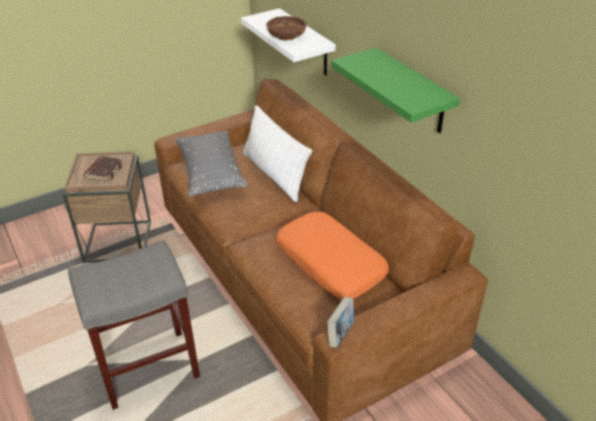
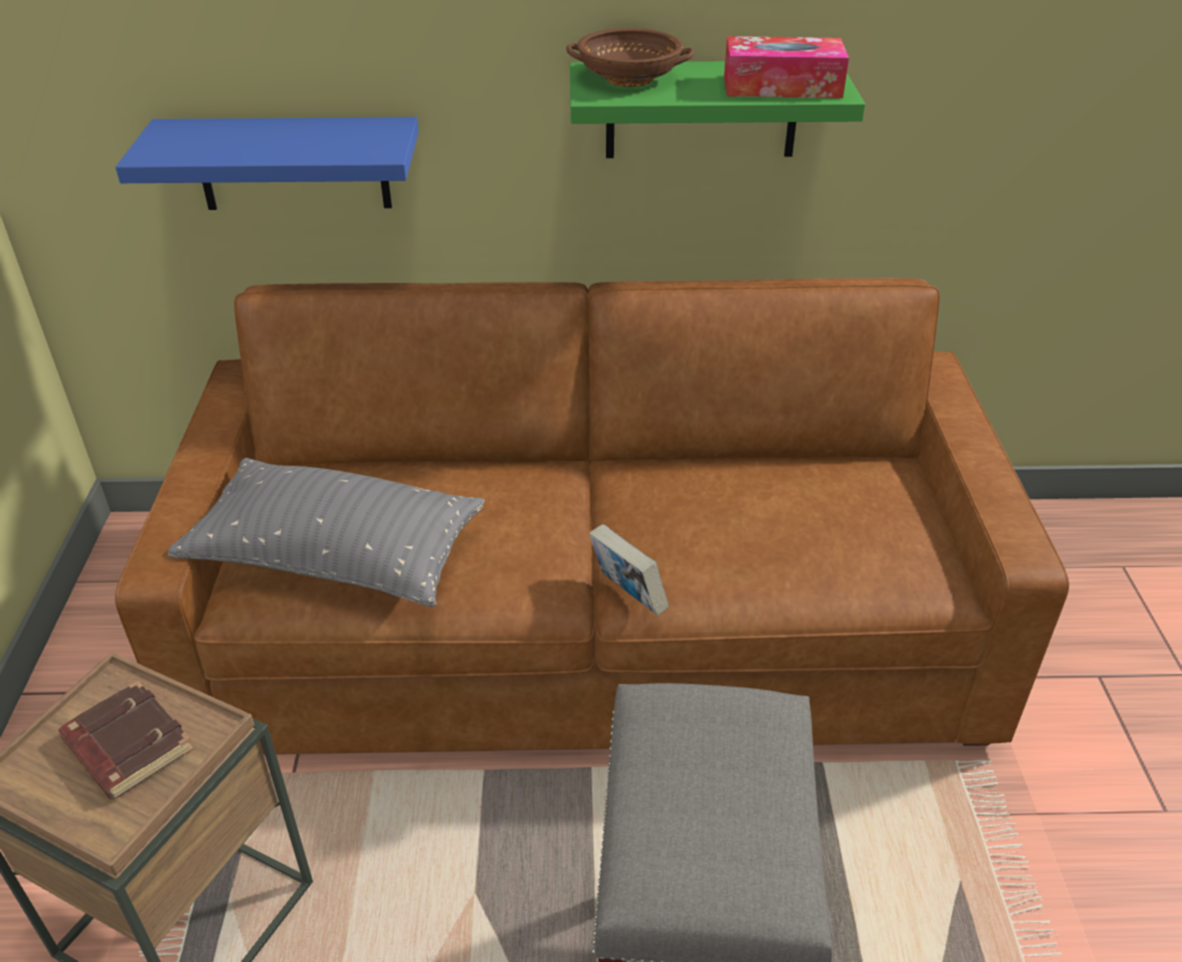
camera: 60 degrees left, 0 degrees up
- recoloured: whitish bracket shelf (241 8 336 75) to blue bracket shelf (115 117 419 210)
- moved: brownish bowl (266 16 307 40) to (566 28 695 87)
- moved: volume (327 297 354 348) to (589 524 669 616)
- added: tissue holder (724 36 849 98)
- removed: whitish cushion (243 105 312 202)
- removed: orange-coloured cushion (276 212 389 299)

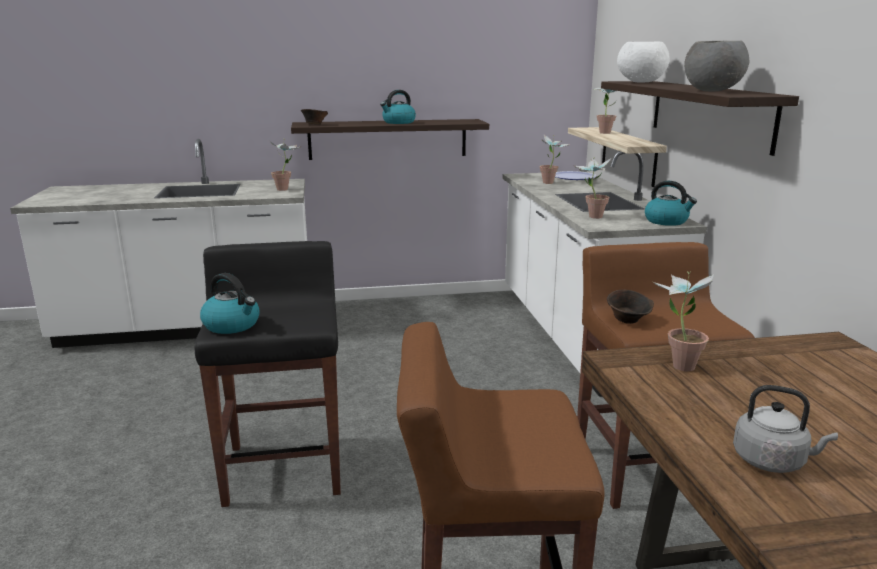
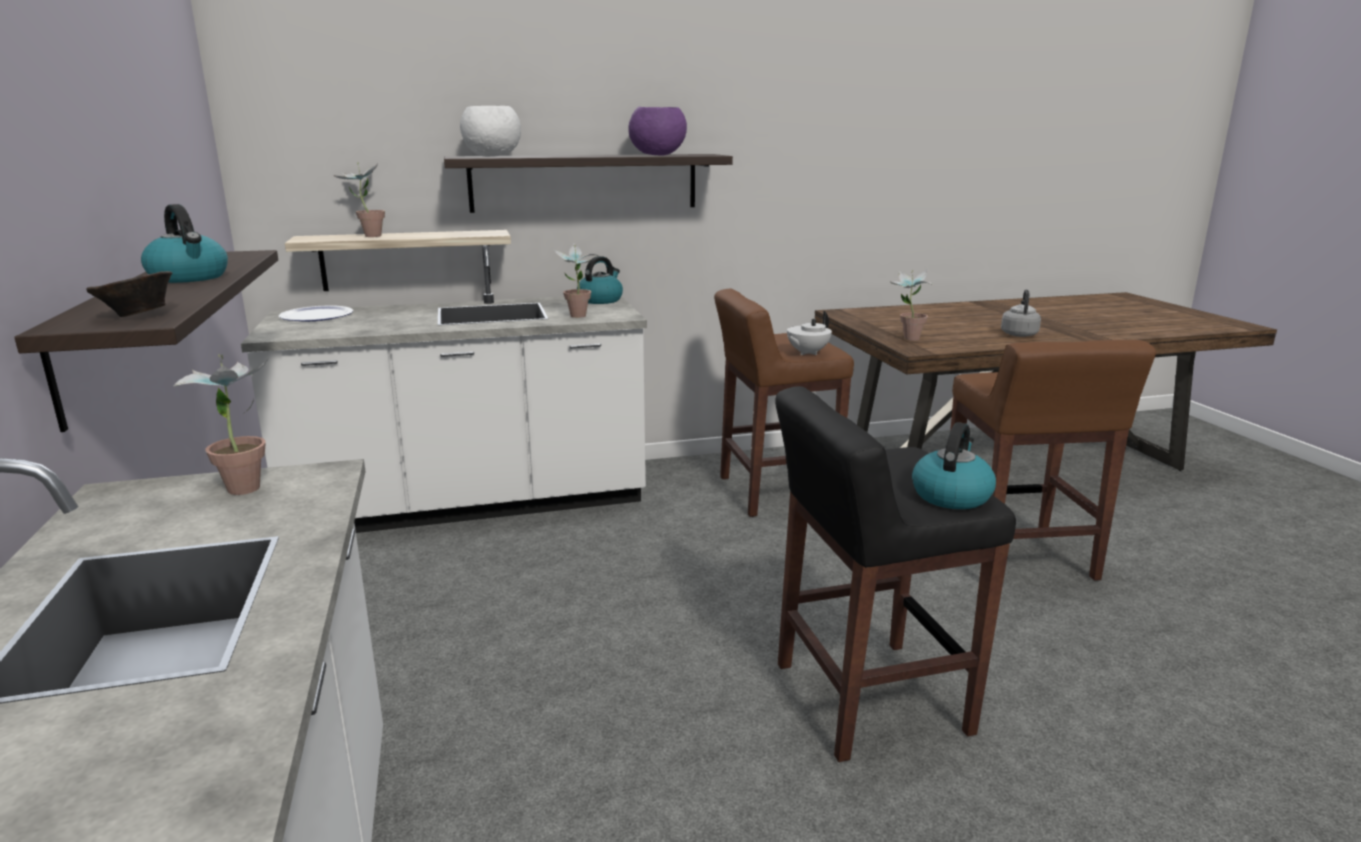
camera: 95 degrees left, 0 degrees up
- recoloured: gray bowl (684 41 749 91) to purple-coloured bowl (628 107 687 155)
- replaced: brownish bowl (607 290 654 324) to whitish teapot (787 311 832 355)
- removed: potted plant (539 135 570 184)

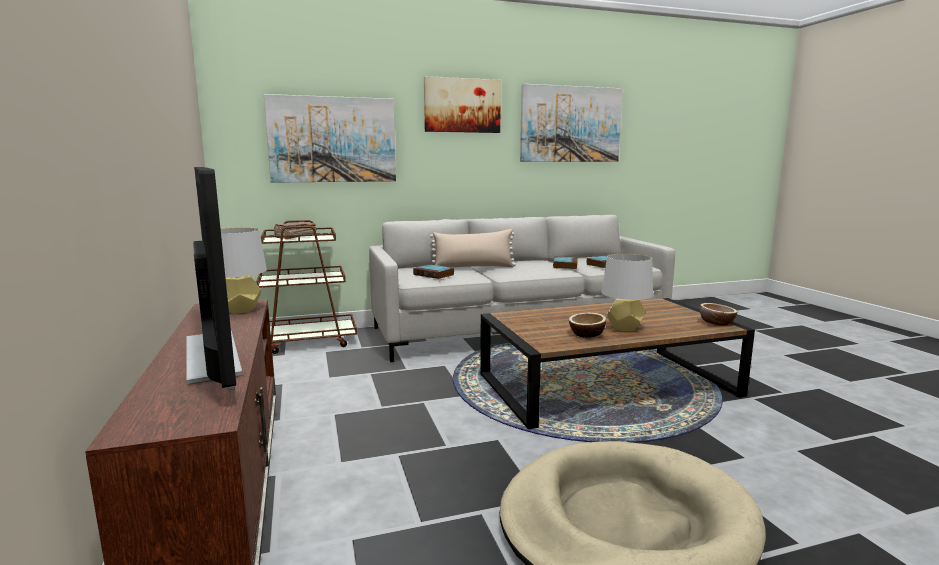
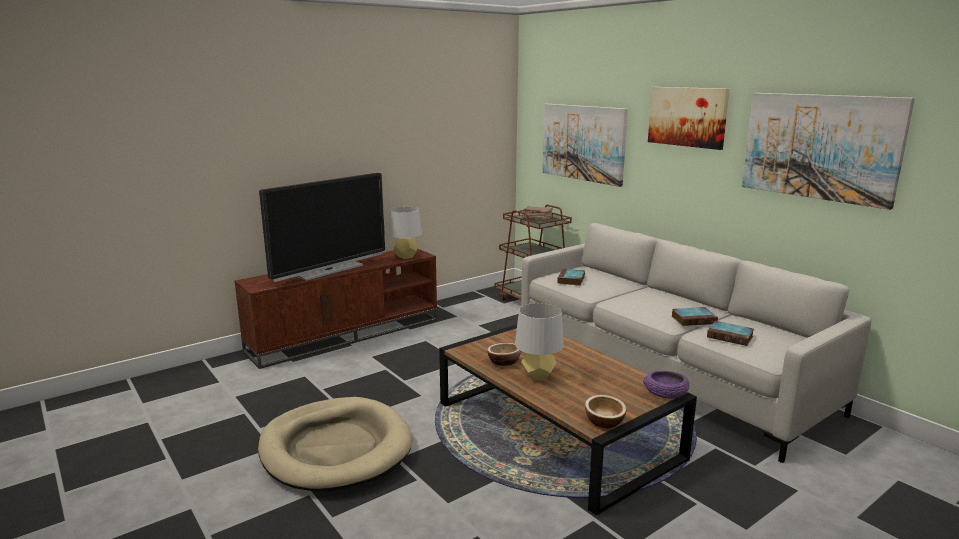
camera: 70 degrees right, 5 degrees up
- added: purple-coloured bowl (643 371 690 398)
- removed: beige-coloured cushion (430 229 516 267)

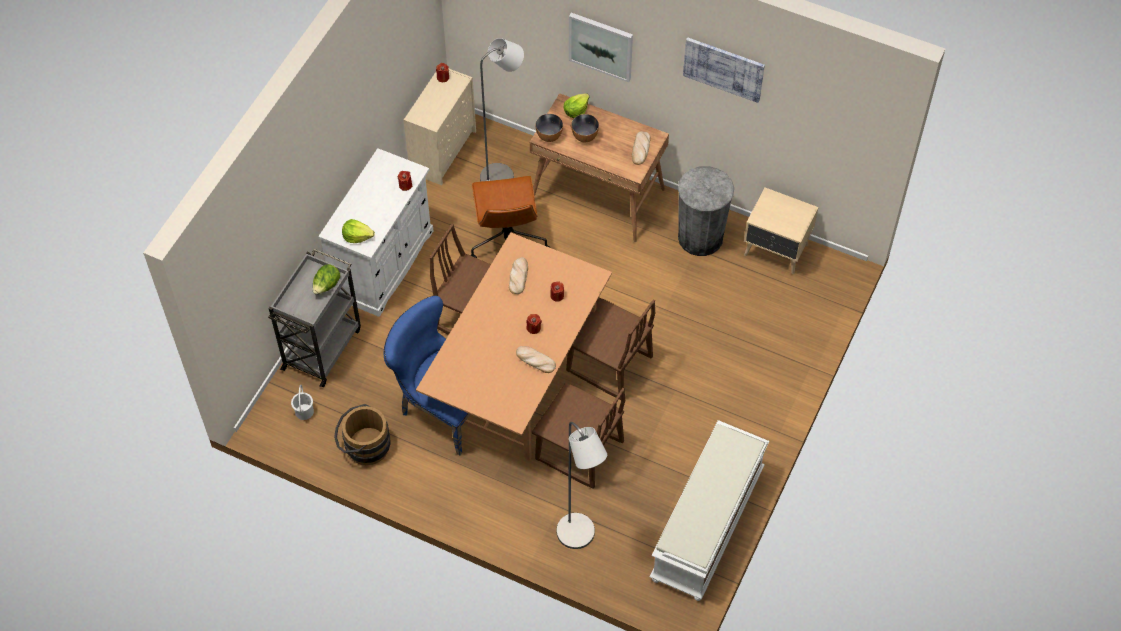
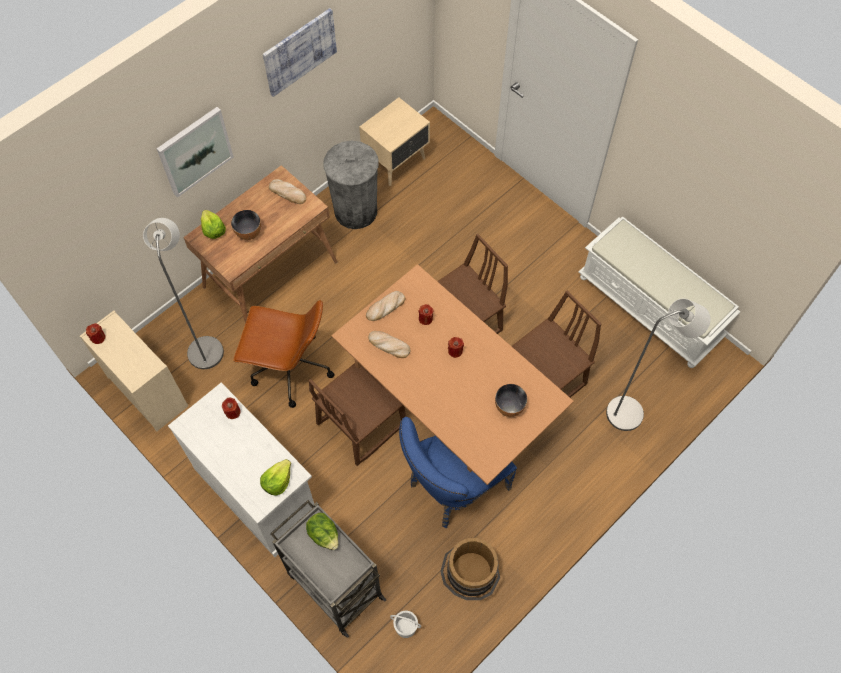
camera: 70 degrees left, 5 degrees up
- moved: baked bread (516 346 556 373) to (366 291 405 321)
- moved: bowl (535 114 563 142) to (495 384 528 417)

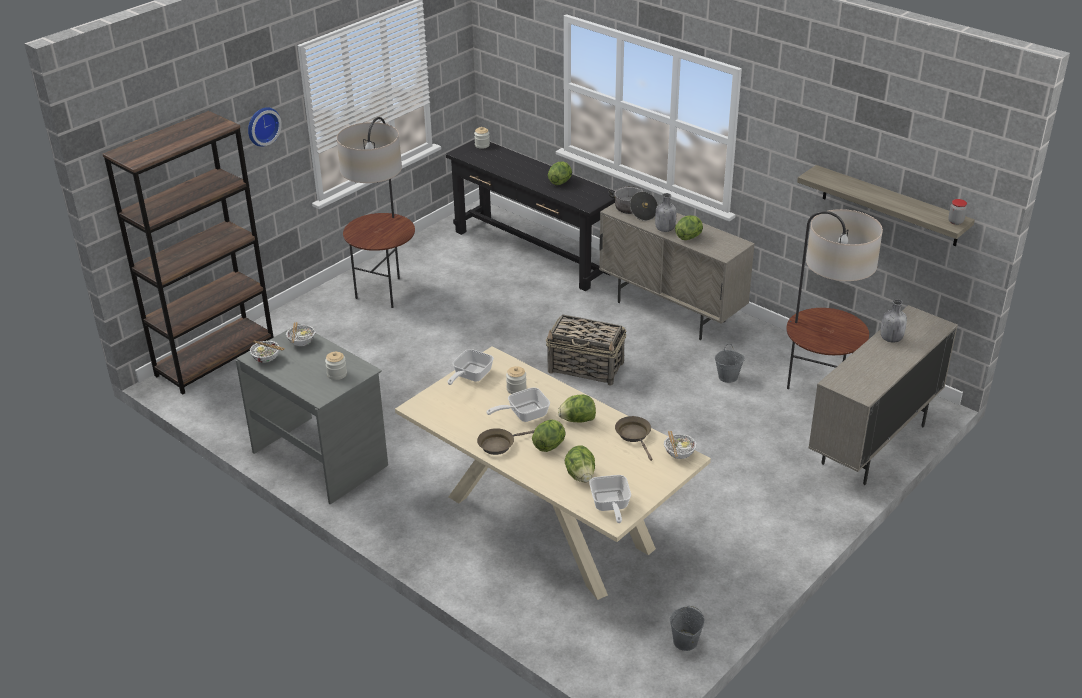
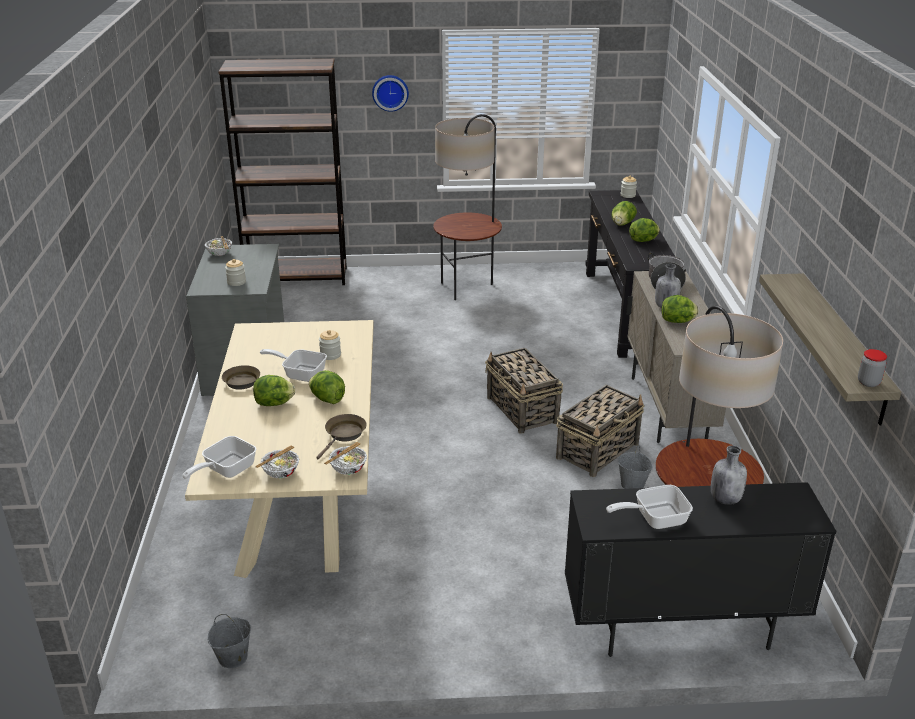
camera: 45 degrees right, 5 degrees down
- moved: bowl (286 322 316 346) to (255 445 299 478)
- added: storage basket (556 385 644 477)
- recoloured: beige-coloured storage cabinet (808 305 958 485) to black-coloured storage cabinet (565 482 836 657)
- moved: skillet (448 349 494 385) to (606 485 693 529)
- moved: head of lettuce (565 445 595 483) to (611 201 637 226)

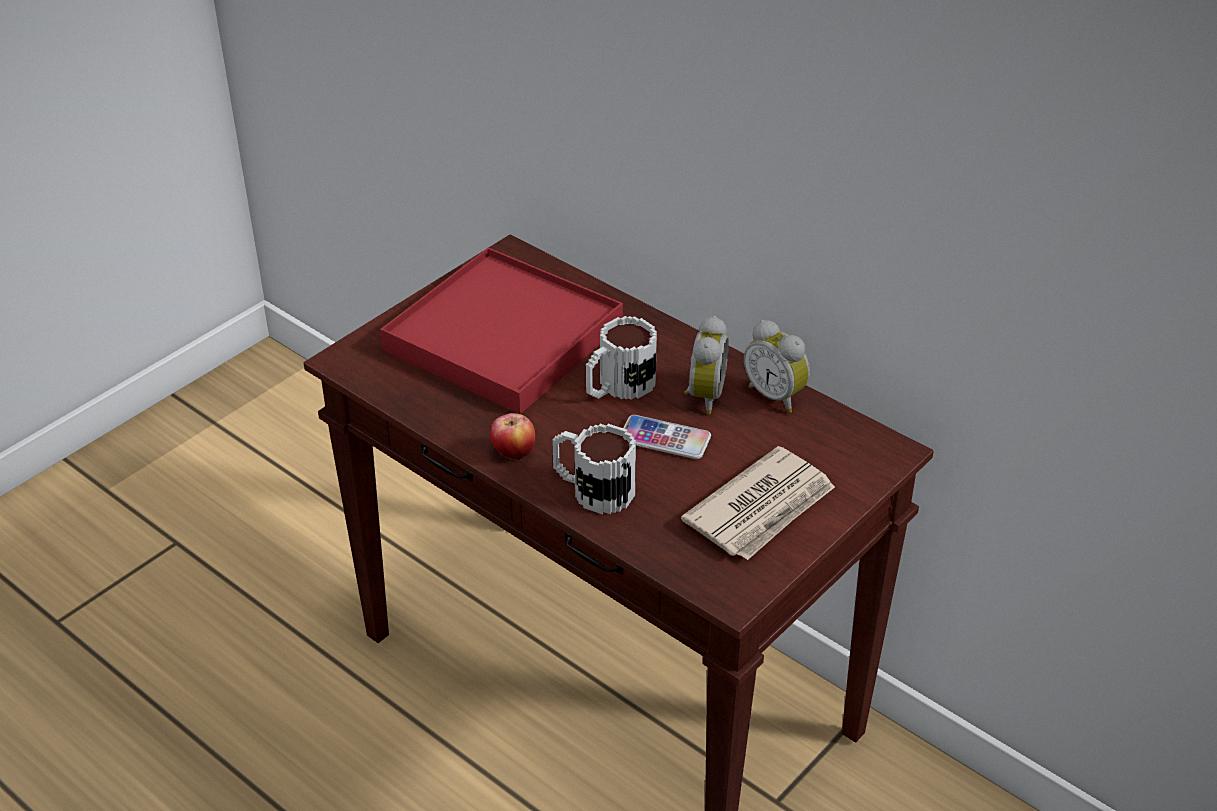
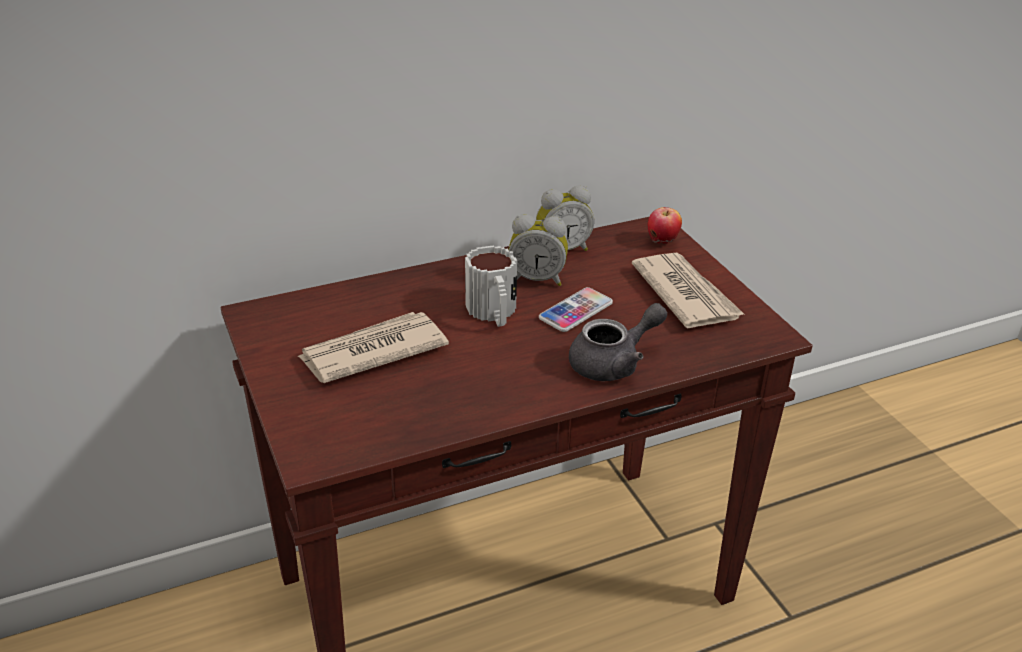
camera: 65 degrees left, 5 degrees down
- replaced: reddish serving tray (380 247 623 414) to daily paper (298 312 449 383)
- turned: table clock (684 316 729 414) = (509 214 568 286) 150 degrees clockwise
- replaced: tea mug (552 424 636 514) to gray teapot (569 303 667 381)
- moved: whole apple (490 413 535 461) to (648 207 682 244)

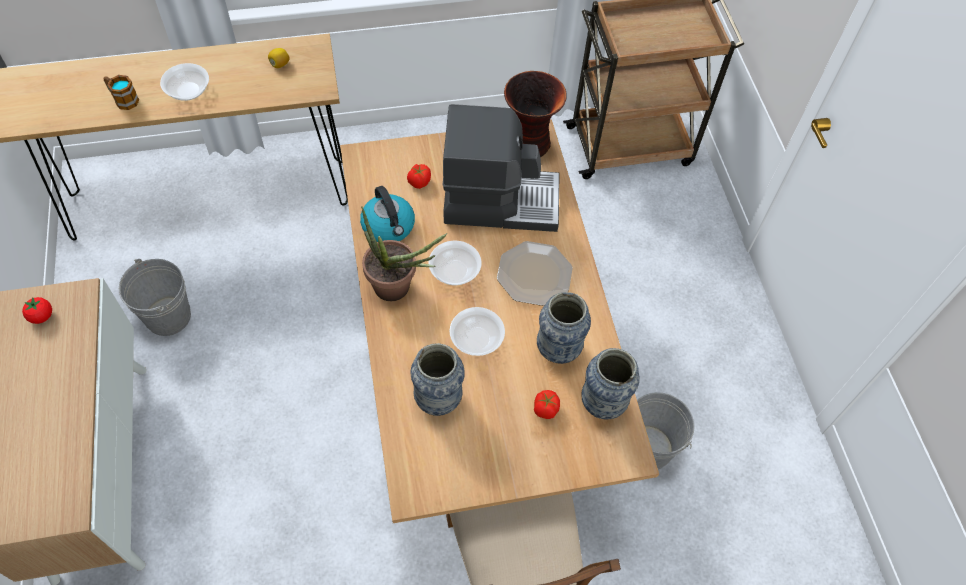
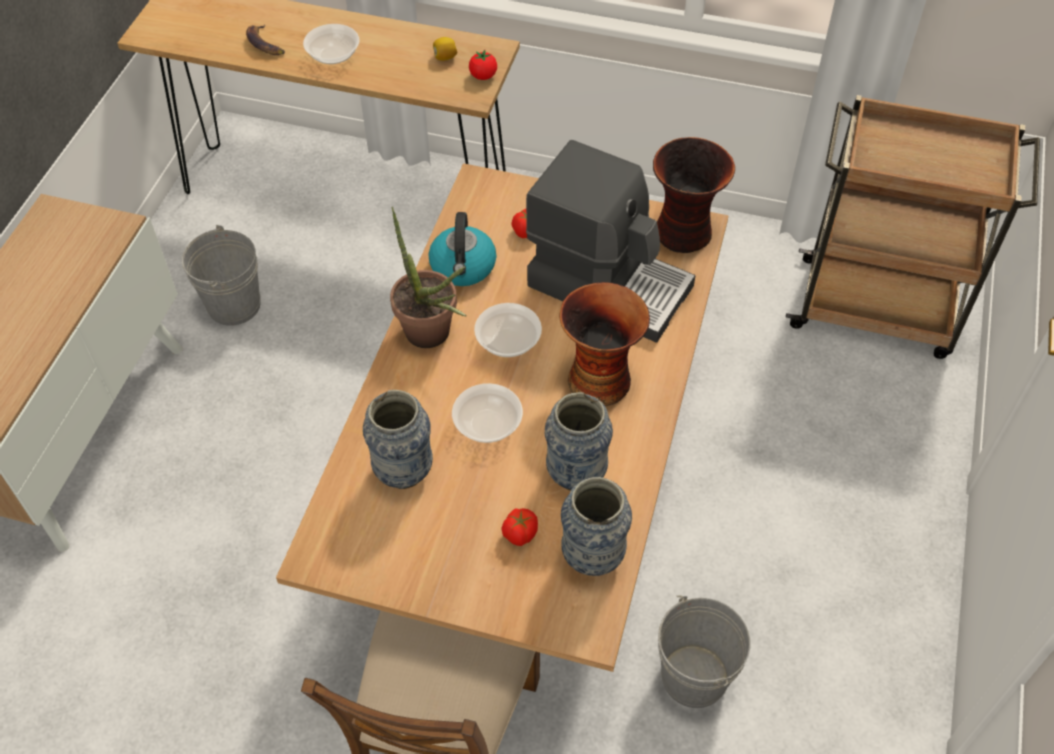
camera: 30 degrees right, 5 degrees down
- replaced: tea mug (103 75 139 110) to banana fruit (246 25 285 55)
- moved: whole tomato (22 297 52 324) to (469 50 497 80)
- replaced: plate (497 241 573 306) to vase (560 282 650 406)

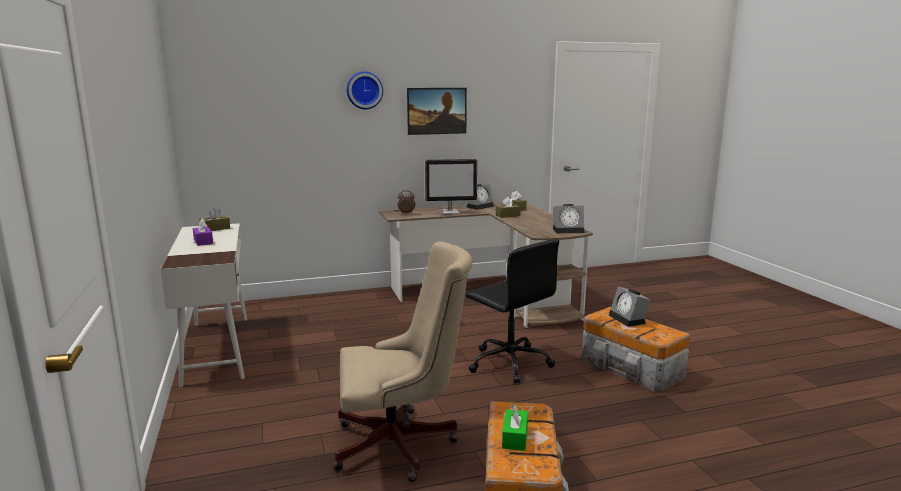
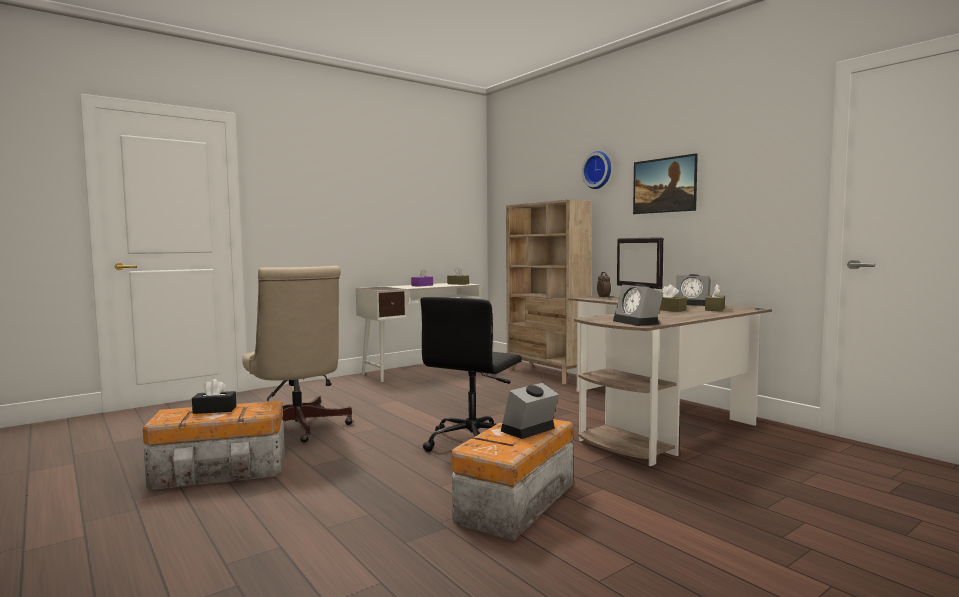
camera: 70 degrees right, 10 degrees down
- recoloured: green-coloured tissue holder (502 404 528 451) to black-coloured tissue holder (192 379 236 414)
- added: beige-coloured bookcase (506 200 592 384)

